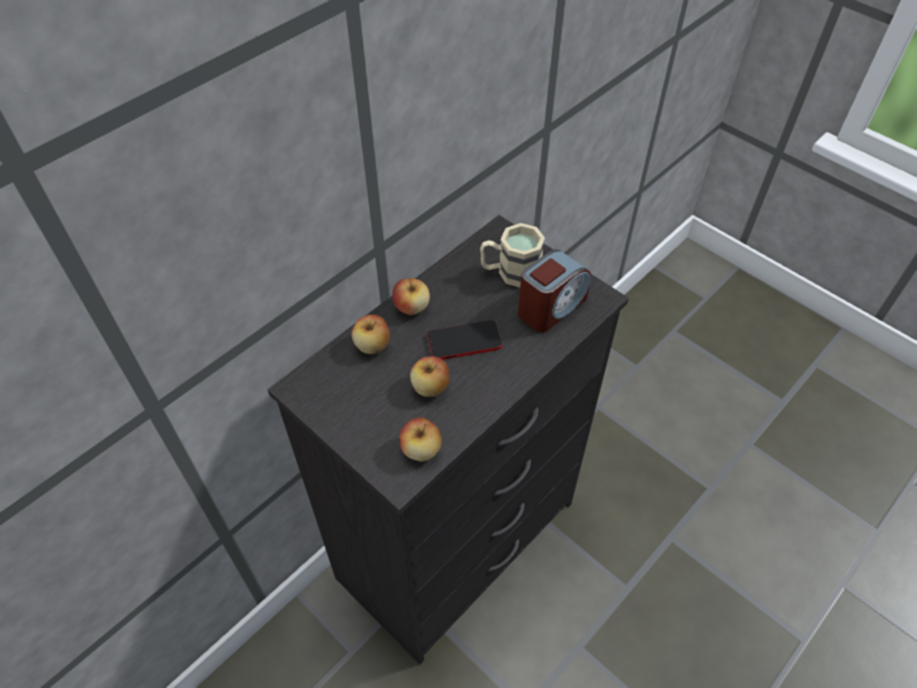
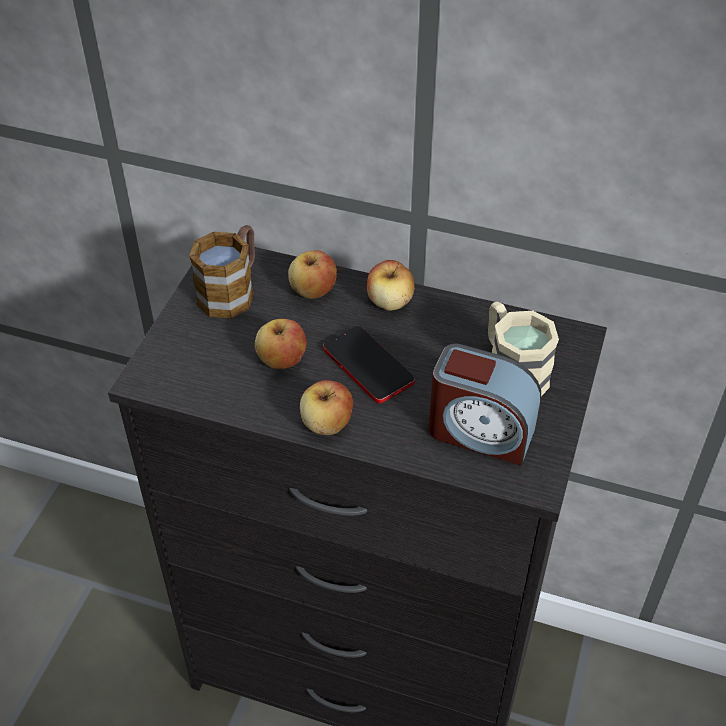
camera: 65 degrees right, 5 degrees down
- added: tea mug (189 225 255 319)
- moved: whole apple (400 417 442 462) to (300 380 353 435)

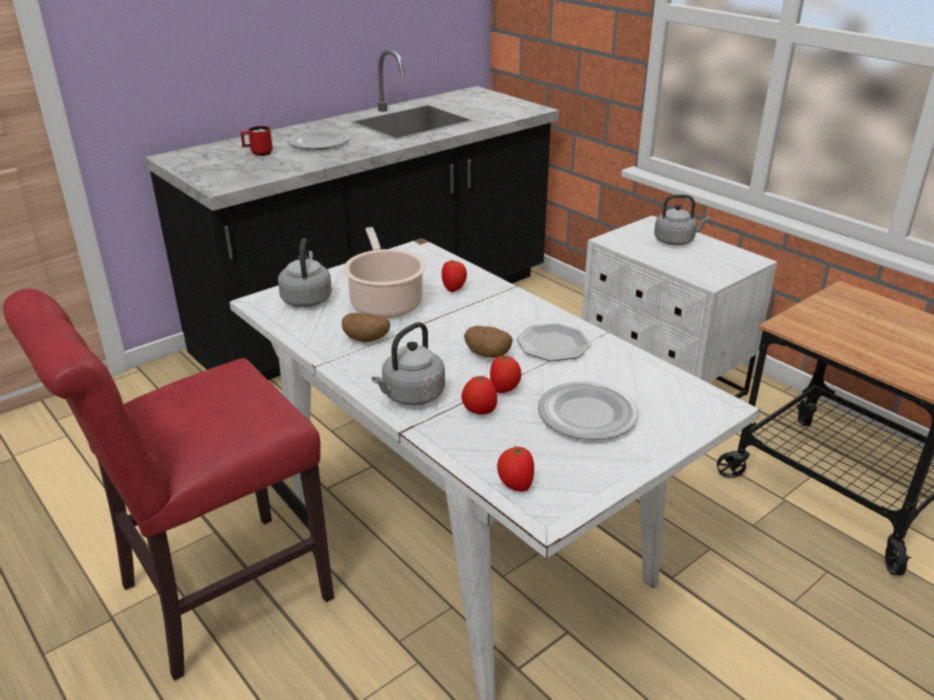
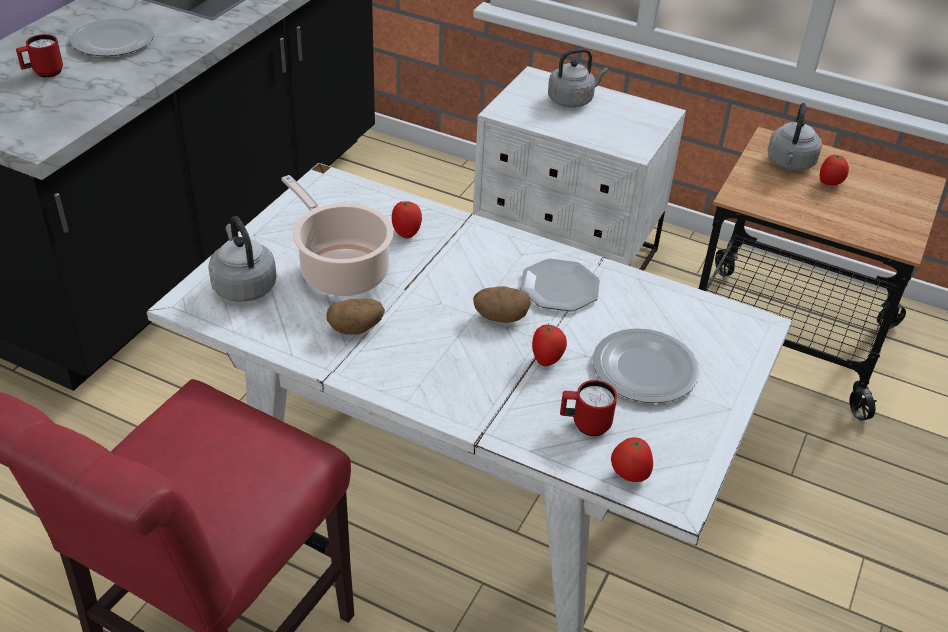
camera: 25 degrees left, 10 degrees up
- added: reddish tea mug (560 380 617 436)
- moved: gray water kettle (372 322 445 406) to (768 103 822 171)
- moved: whole tomato (461 376 497 415) to (820 154 849 185)

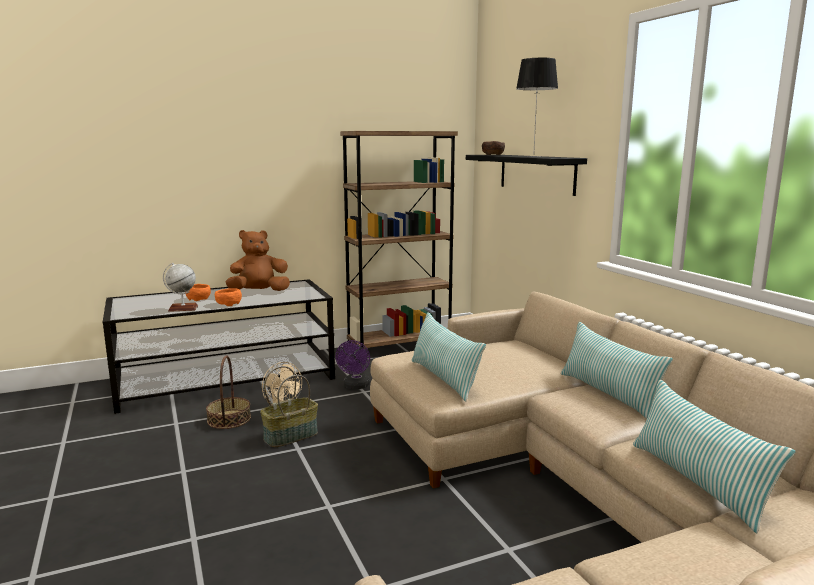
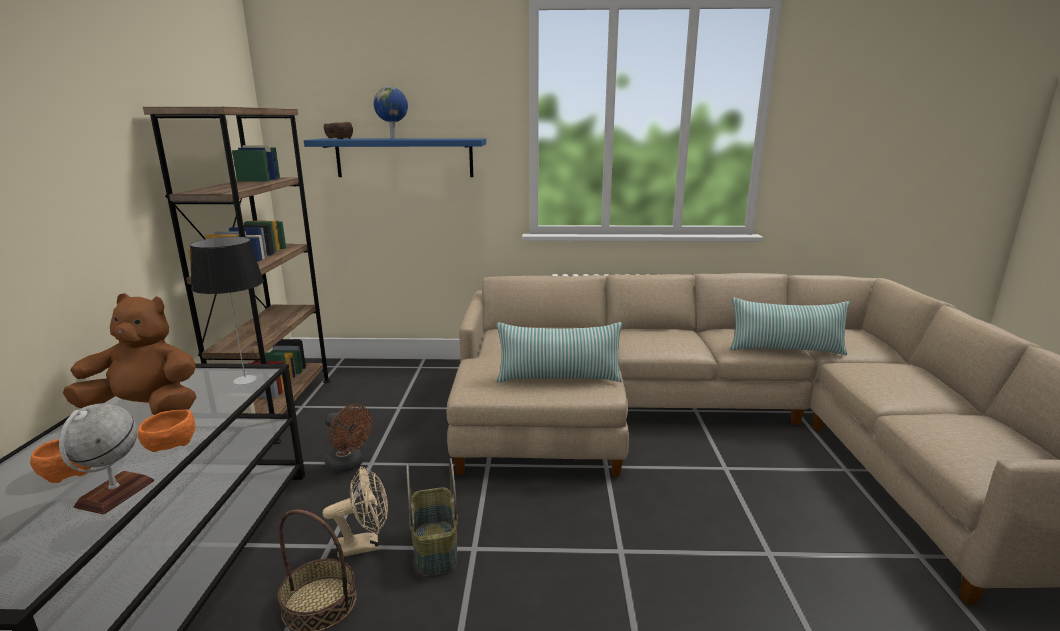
camera: 65 degrees left, 5 degrees up
- turned: brownish soft toy (225 230 290 291) = (63 293 197 415) 90 degrees clockwise
- moved: tabletop lamp (516 58 558 157) to (190 237 264 384)
- recoloured: black-coloured bracket shelf (466 155 587 196) to blue bracket shelf (304 138 486 177)
- recoloured: purple-coloured electric fan (336 340 370 389) to brownish electric fan (325 404 372 473)
- added: world globe (374 87 408 139)
- removed: cushion (561 322 673 419)

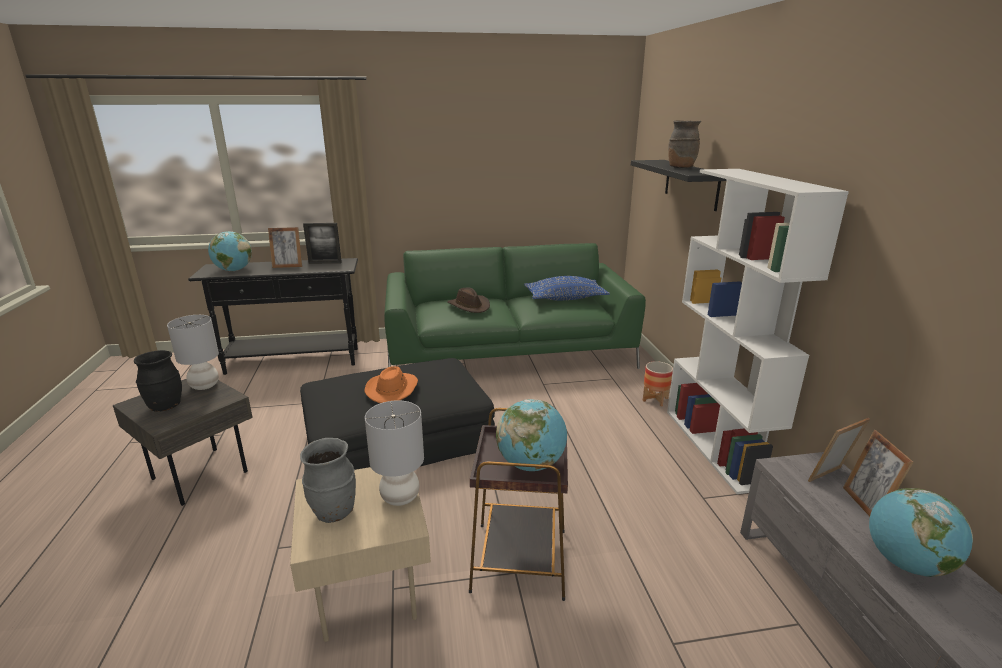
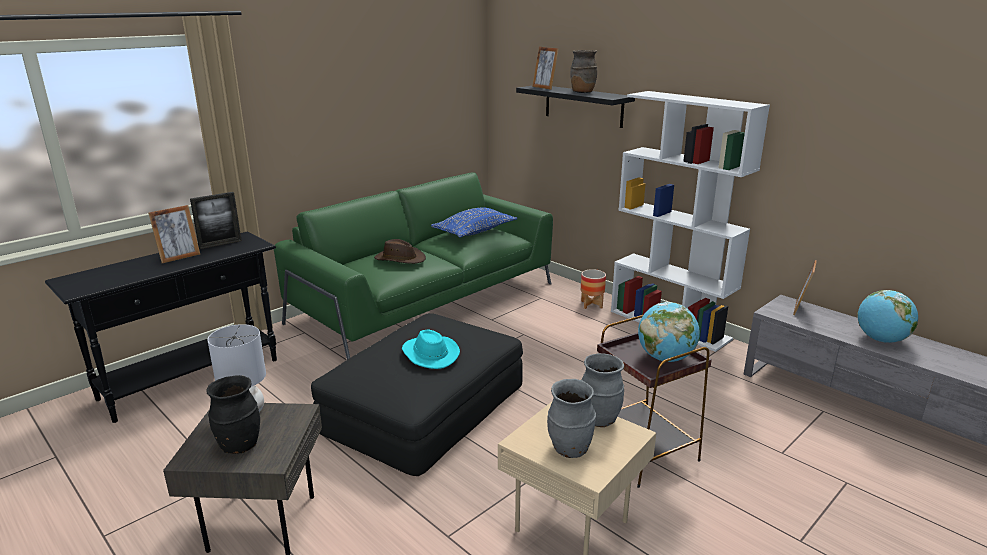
camera: 35 degrees left, 0 degrees up
- recoloured: orange-coloured wearable hat (365 366 418 403) to turquoise-coloured wearable hat (402 330 460 369)
- moved: photo frame (843 430 914 517) to (532 47 559 90)
- replaced: gray tabletop lamp (365 400 424 506) to gray vase (582 353 624 427)
- removed: world globe (208 231 252 271)

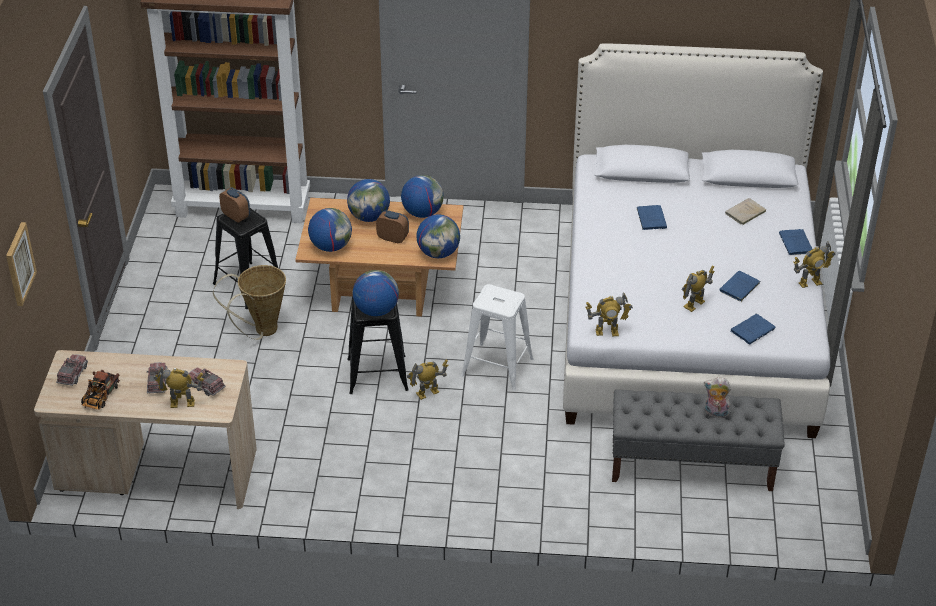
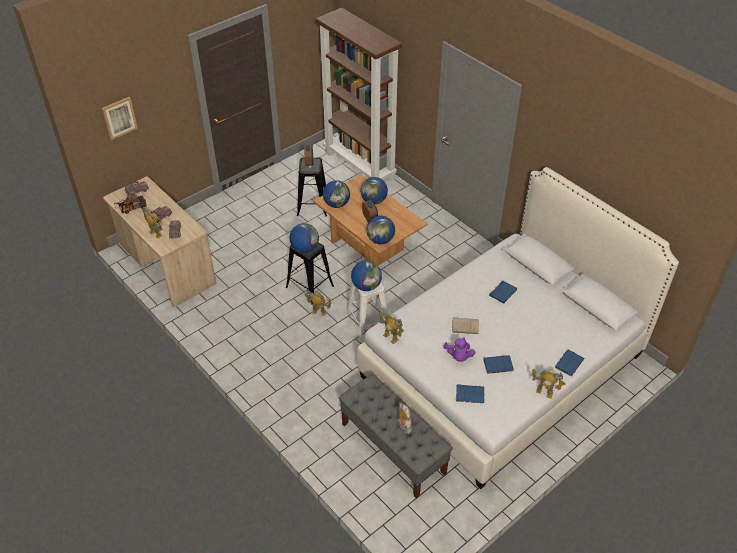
camera: 45 degrees right, 5 degrees up
- moved: world globe (401 175 444 218) to (351 260 382 291)
- replaced: robot figure (682 266 715 312) to purple-coloured soft toy (444 337 475 362)
- moved: beige-coloured volume (725 198 767 225) to (452 317 479 334)
- removed: storage basket (213 265 286 340)

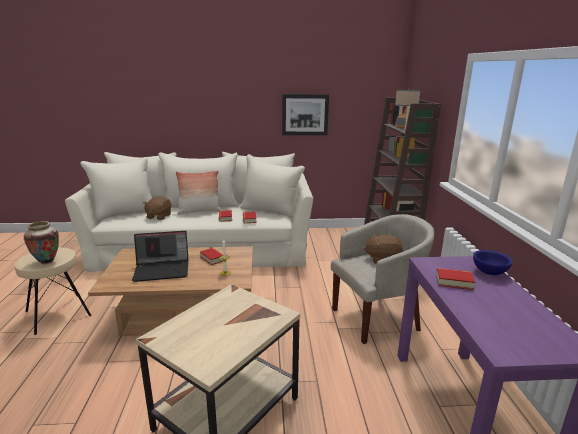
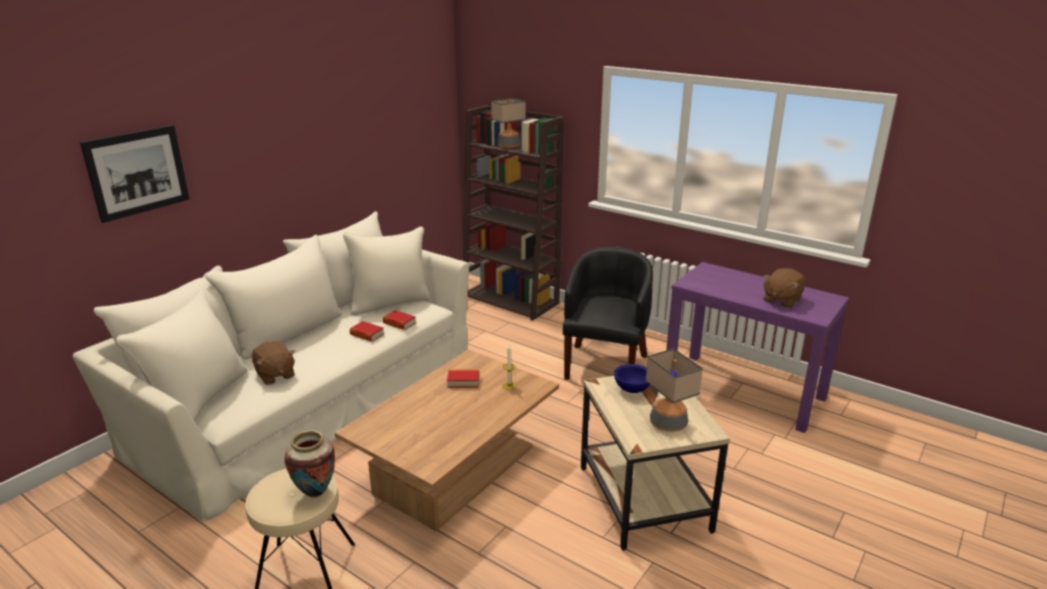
camera: 50 degrees left, 5 degrees up
- moved: picture (282 94 329 135) to (80 125 189 223)
- recoloured: beige-coloured armchair (331 214 434 344) to black-coloured armchair (563 247 653 380)
- moved: blue bowl (473 250 513 275) to (614 364 649 393)
- added: tabletop lamp (645 348 703 432)
- moved: brownish soft toy (363 234 403 264) to (763 268 805 308)
- removed: portable computer (132 231 188 282)
- removed: cushion (176 171 221 215)
- removed: volume (436 268 475 290)

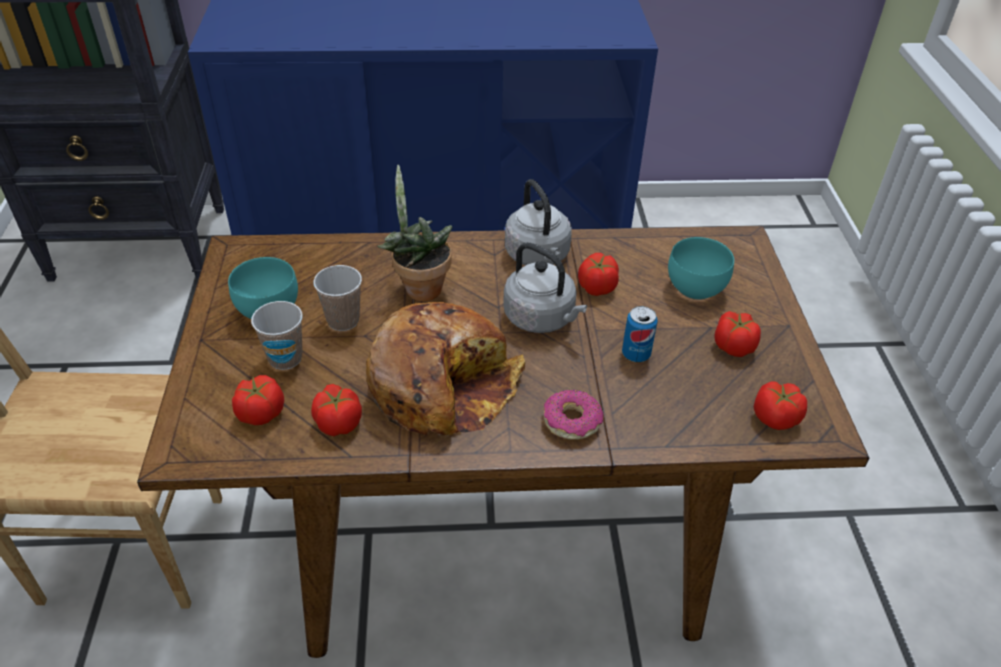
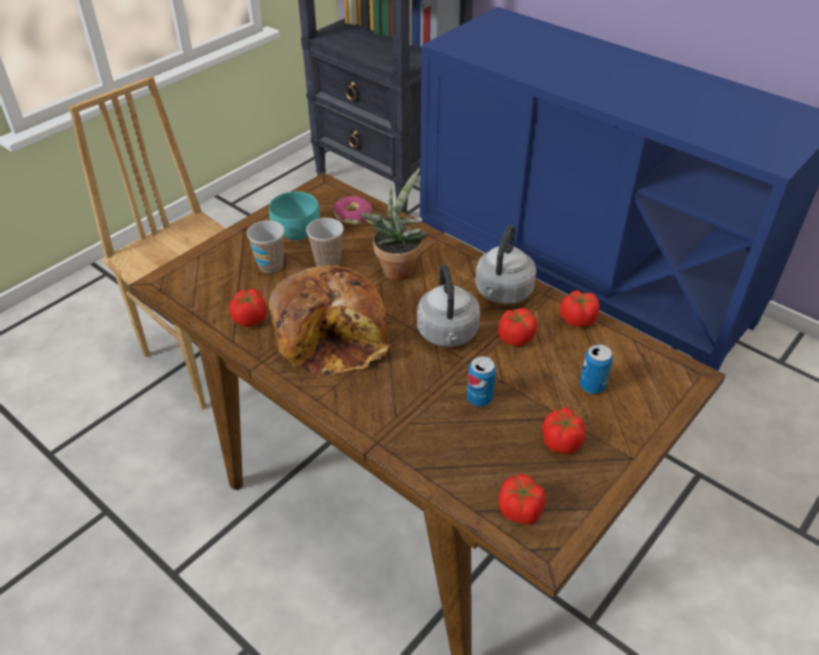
camera: 45 degrees right, 0 degrees up
- moved: doughnut (544 389 603 440) to (334 196 371 225)
- moved: whole tomato (232 375 284 425) to (560 290 600 327)
- replaced: turquoise-coloured bowl (668 237 734 300) to sealed can (579 344 613 394)

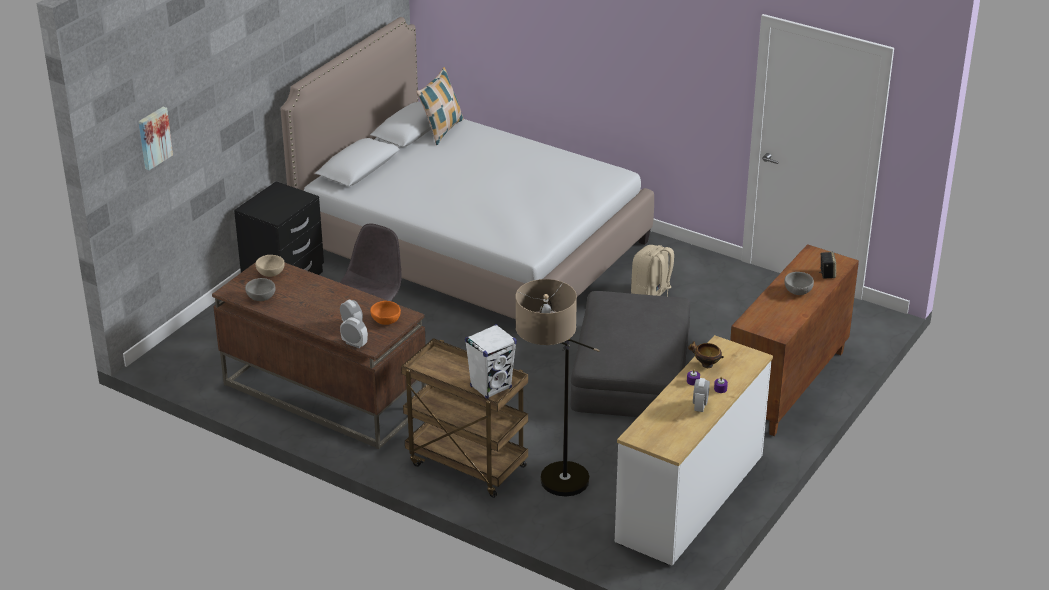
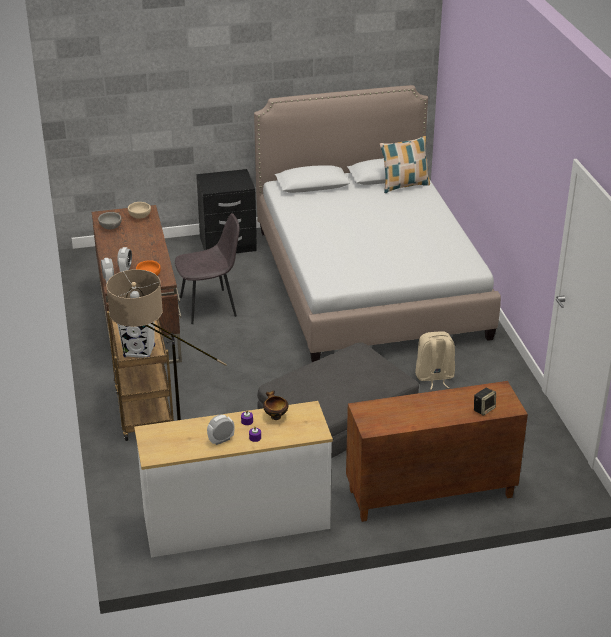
camera: 45 degrees right, 0 degrees up
- removed: picture (139 107 173 170)
- removed: gray bowl (784 272 814 295)

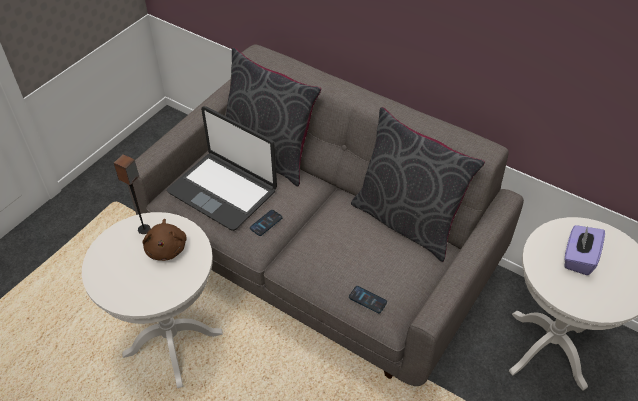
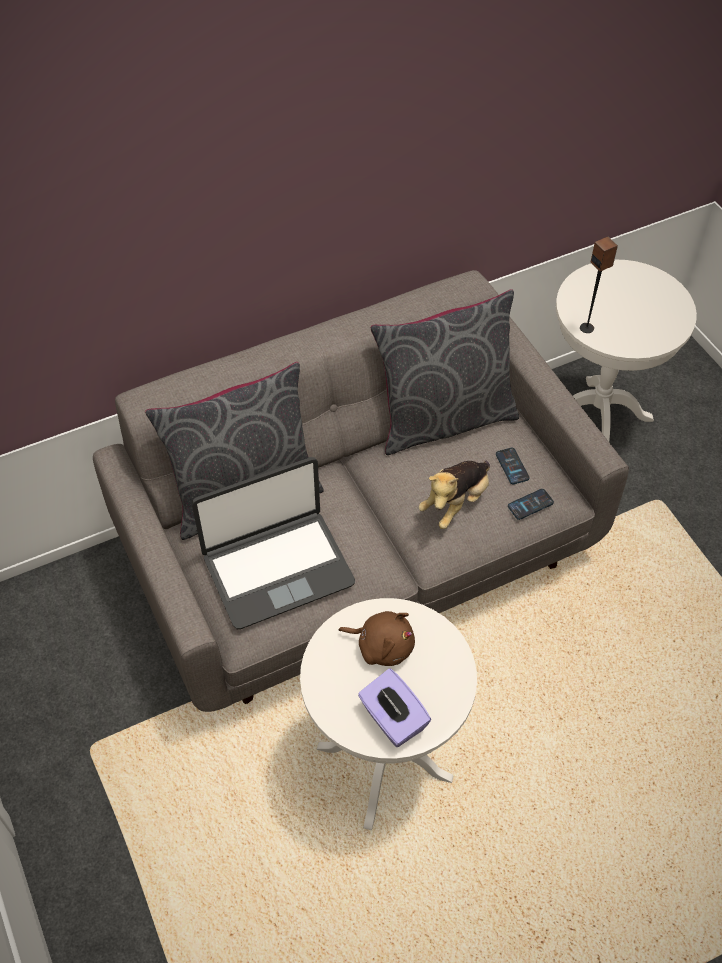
camera: 60 degrees left, 5 degrees up
- moved: purple-coloured tissue holder (564 225 605 275) to (358 669 431 747)
- added: soft toy (418 461 490 529)
- moved: handset (250 210 283 236) to (496 448 530 484)
- moved: audio speaker (114 154 151 234) to (580 237 618 333)

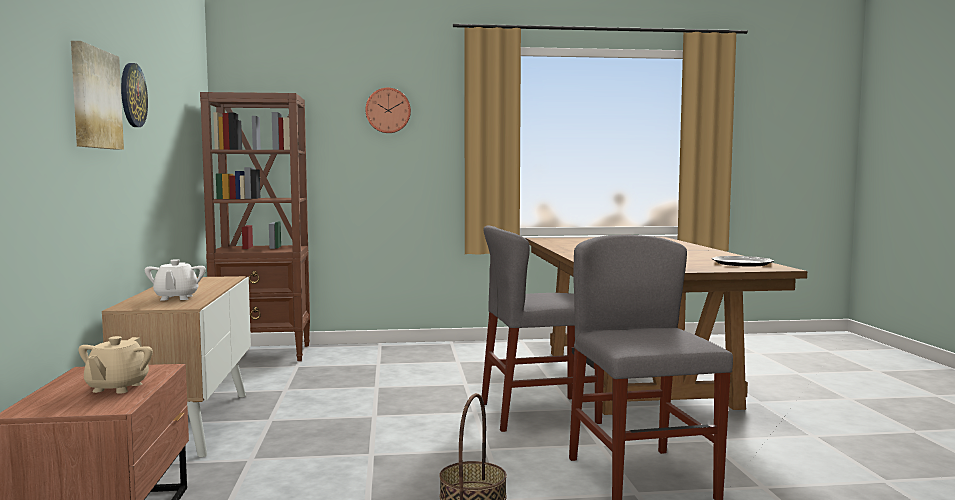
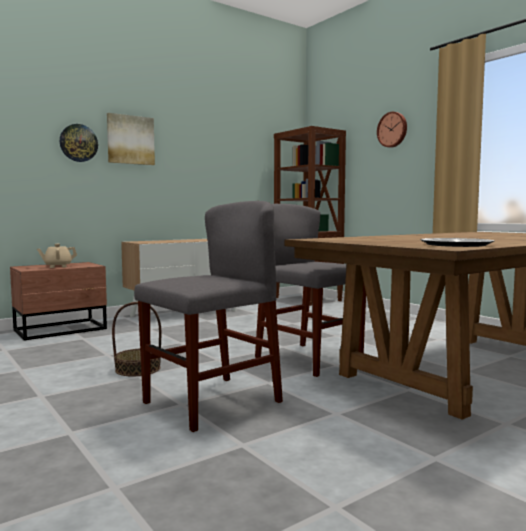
camera: 60 degrees right, 0 degrees up
- moved: clock on the wall (121 63 148 127) to (60 124 98 162)
- removed: whitish teapot (145 259 206 301)

